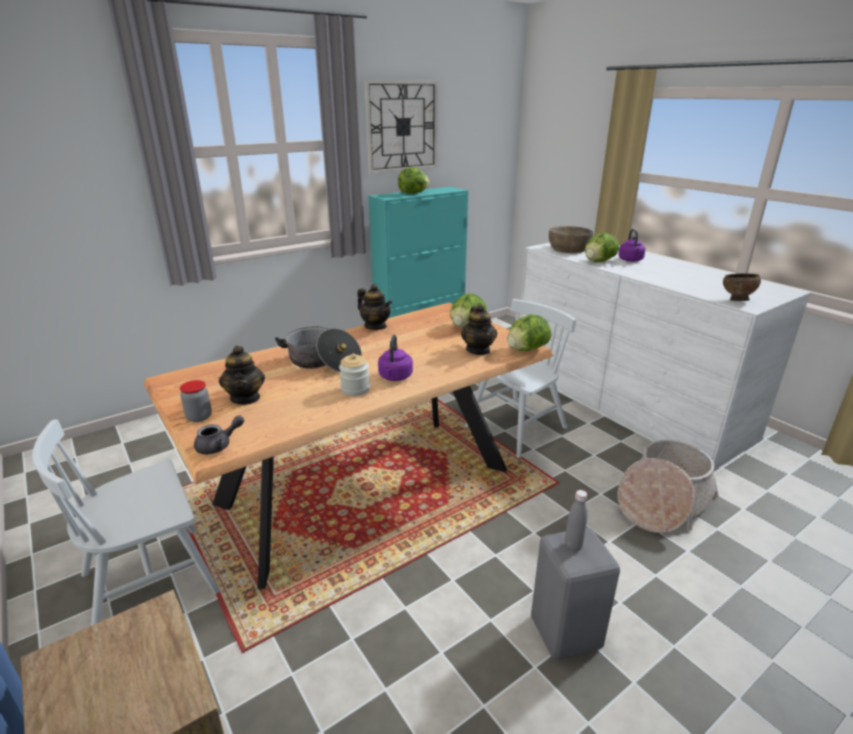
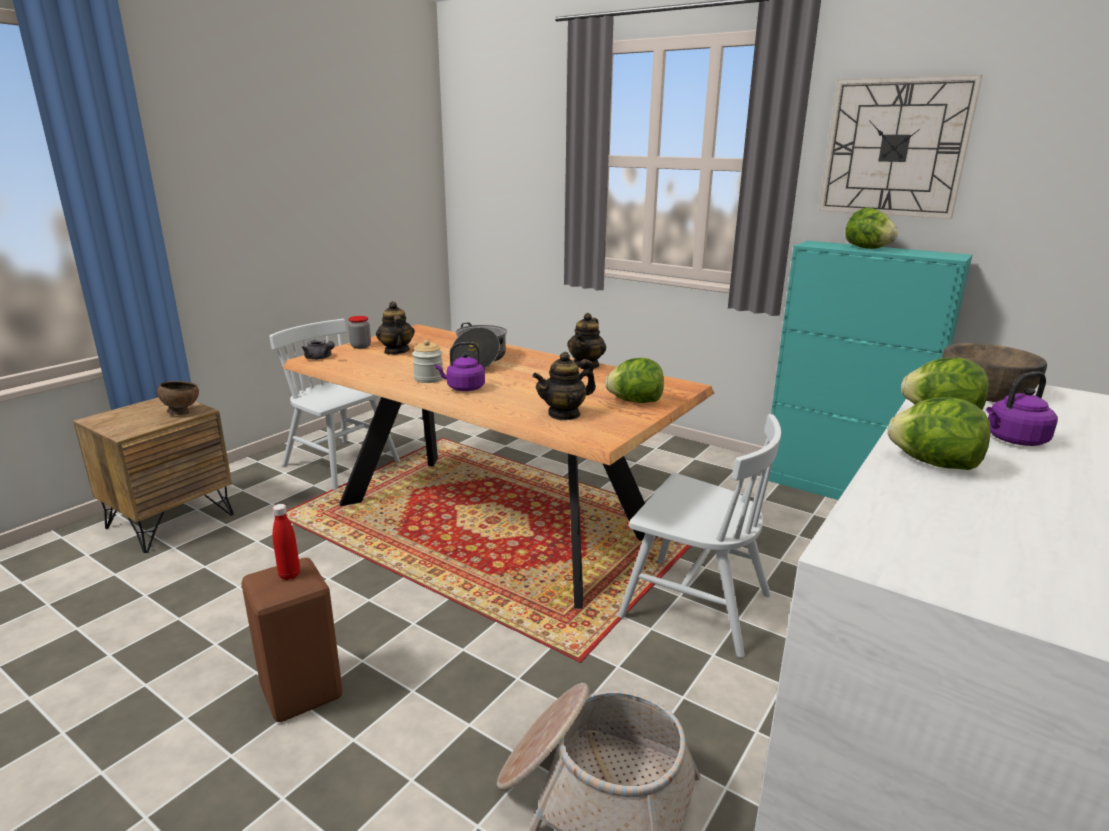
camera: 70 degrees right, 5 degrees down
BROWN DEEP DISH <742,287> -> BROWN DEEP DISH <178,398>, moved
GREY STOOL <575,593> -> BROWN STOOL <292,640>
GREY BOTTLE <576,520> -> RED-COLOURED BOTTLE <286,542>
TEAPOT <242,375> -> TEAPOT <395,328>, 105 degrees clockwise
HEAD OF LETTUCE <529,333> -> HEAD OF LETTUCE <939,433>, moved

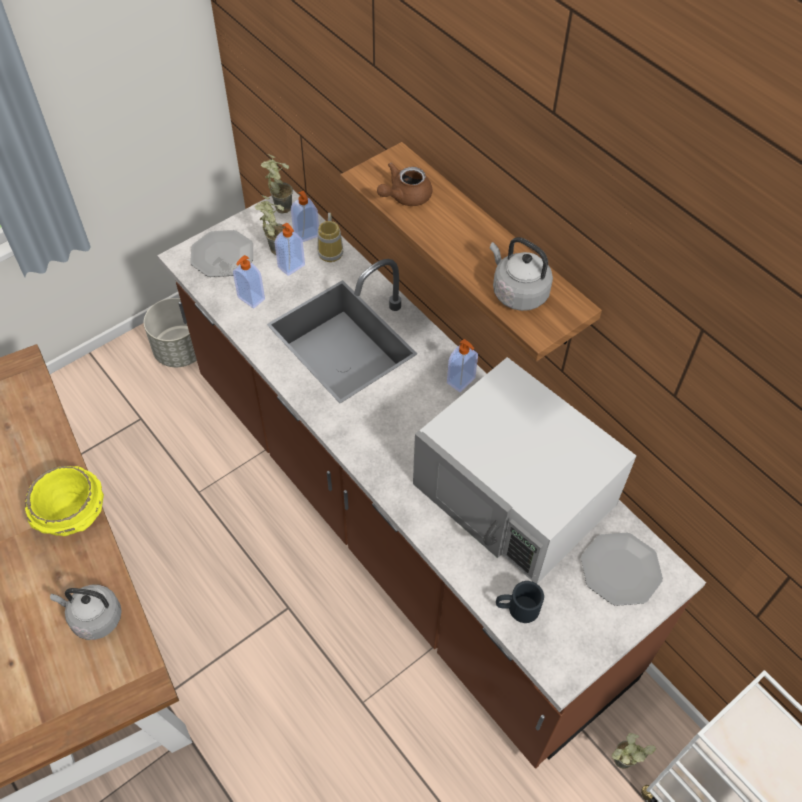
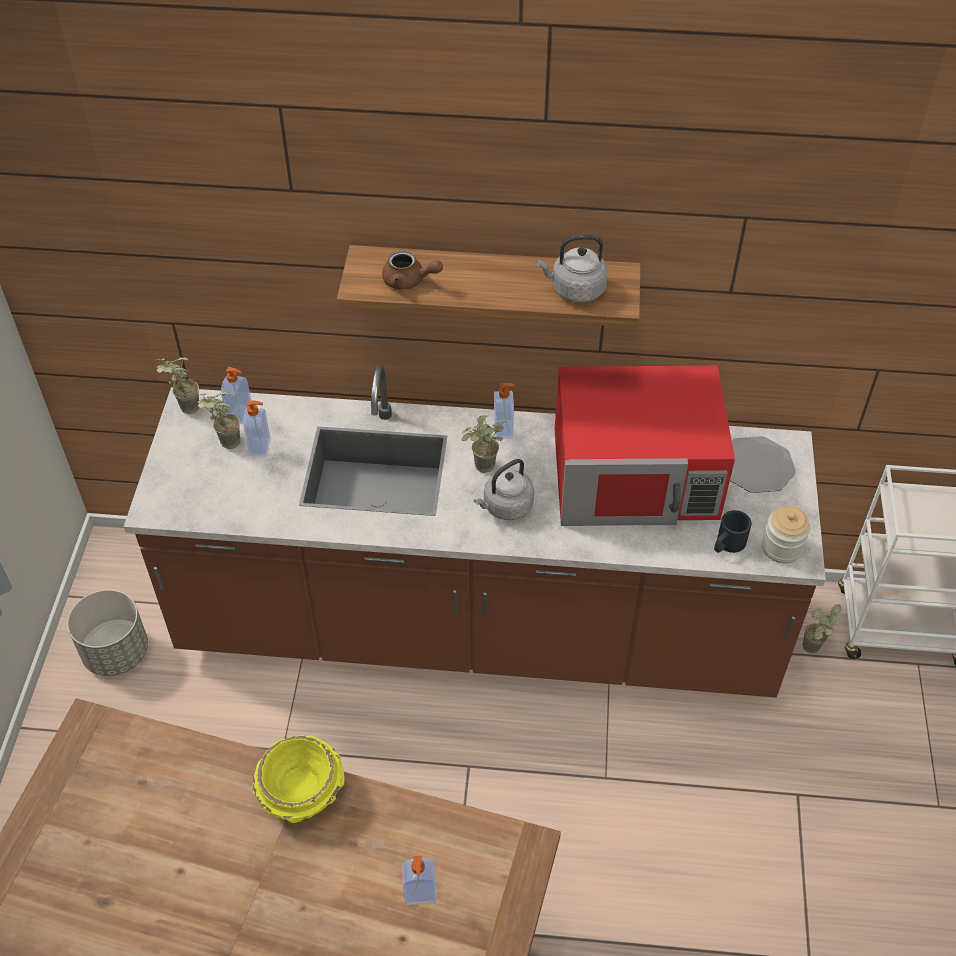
camera: 45 degrees left, 5 degrees down
BROWN TEAPOT <404,184> -> BROWN TEAPOT <412,270>, 75 degrees counterclockwise
SOAP BOTTLE <249,281> -> SOAP BOTTLE <419,880>, moved
none -> HOUSEPLANT <484,444>
GREY TEA KETTLE <86,612> -> GREY TEA KETTLE <504,489>, moved
WHITE-COLOURED MICROWAVE <524,470> -> RED-COLOURED MICROWAVE <645,446>
none -> PRESERVE JAR <786,535>
DINNER PLATE <221,253> -> none
COFFEE MUG <330,237> -> none

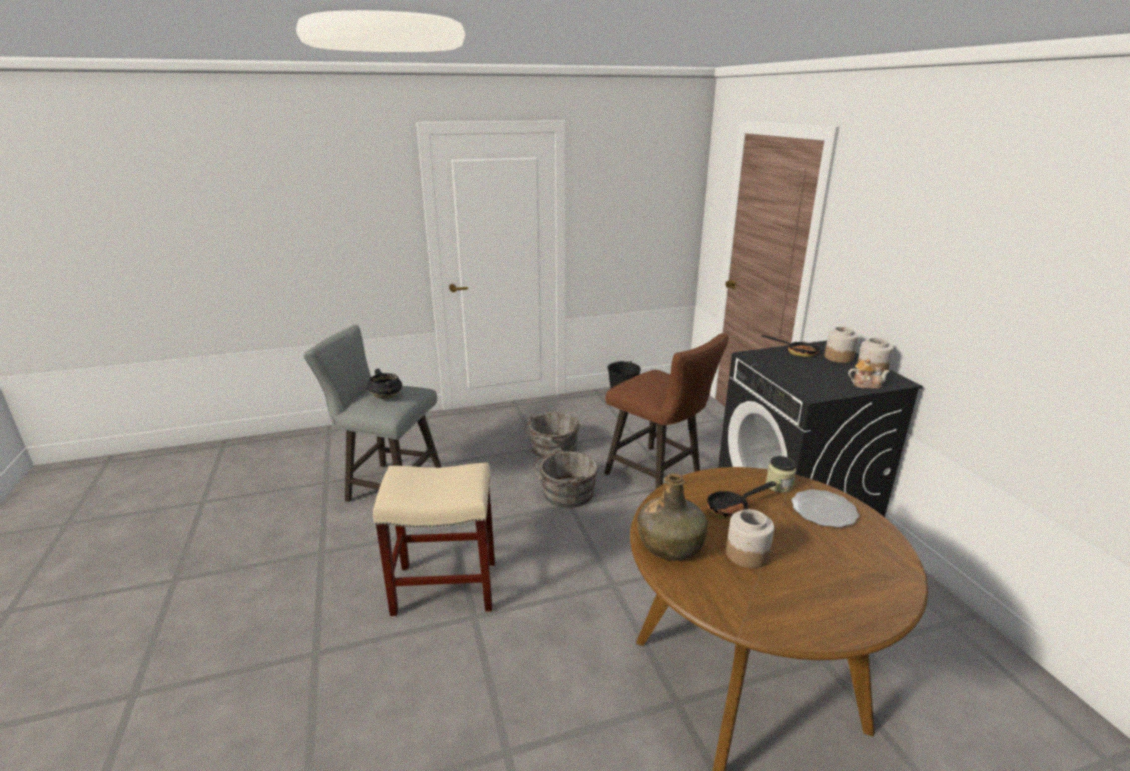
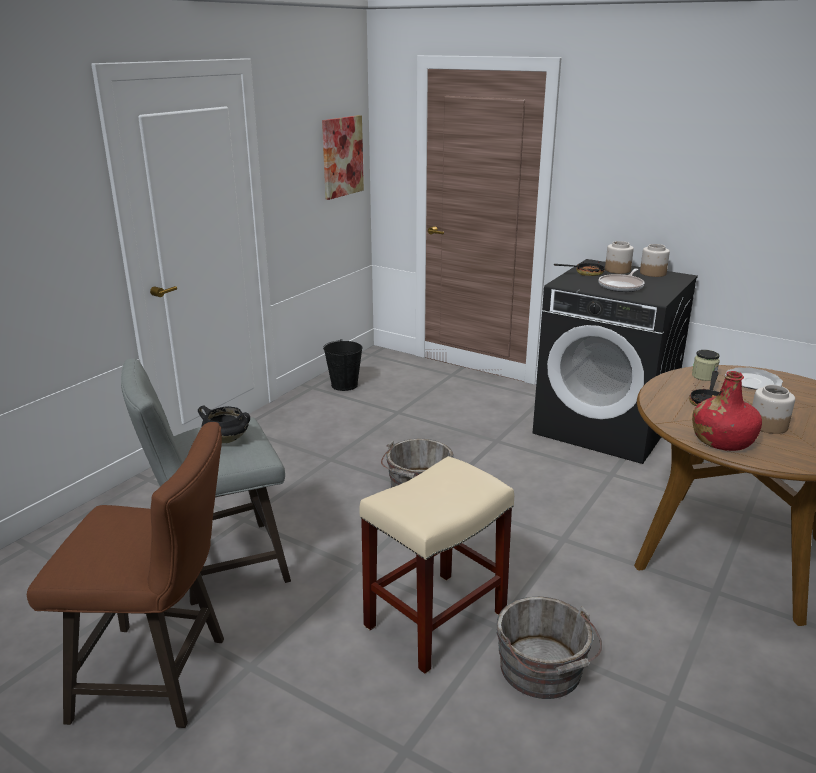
camera: 40 degrees left, 0 degrees up
BROWN STOOL <666,411> -> BROWN STOOL <125,575>, moved
none -> WALL ART <343,157>
GREY PAIL <552,435> -> GREY PAIL <549,648>, moved
none -> SKILLET <621,280>
GREENISH BOTTLE <672,516> -> RED-COLOURED BOTTLE <727,411>
TEAPOT <869,373> -> none

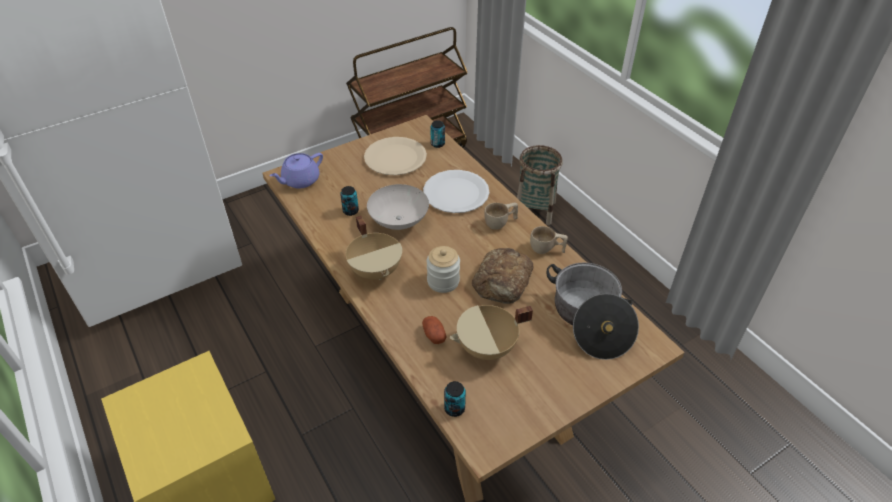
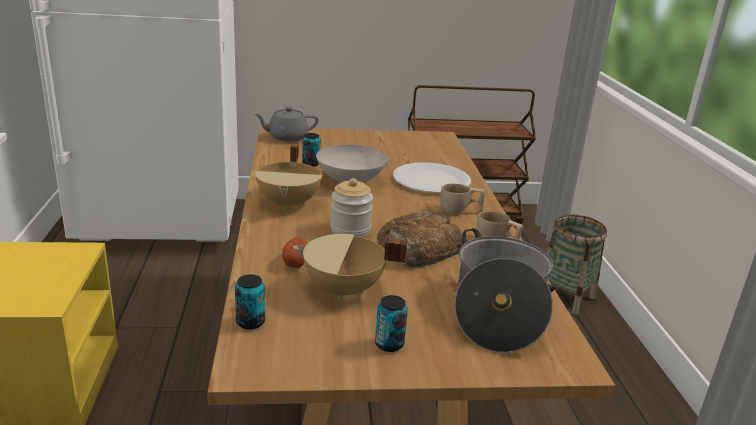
camera: 25 degrees right, 20 degrees down
PURPLE TEAPOT <296,171> -> GREY TEAPOT <286,124>
CAN <437,134> -> CAN <391,323>, moved
BEIGE DINNER PLATE <395,156> -> none

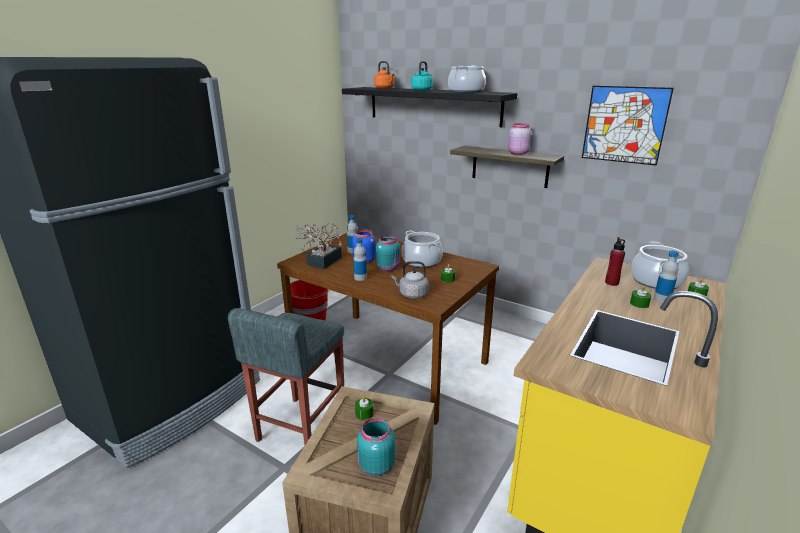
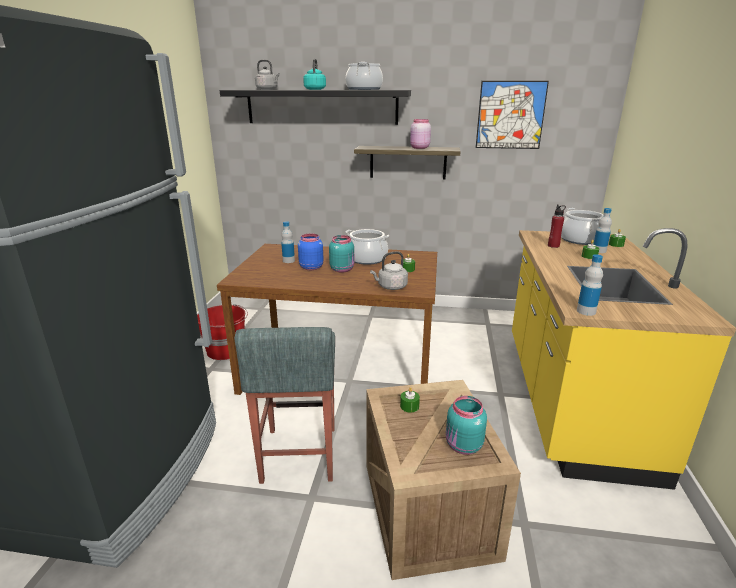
camera: 25 degrees left, 0 degrees up
ORANGE TEA KETTLE <384,75> -> GREY TEA KETTLE <267,75>
BOTTLE <360,259> -> BOTTLE <590,285>, moved
HOUSEPLANT <318,246> -> none

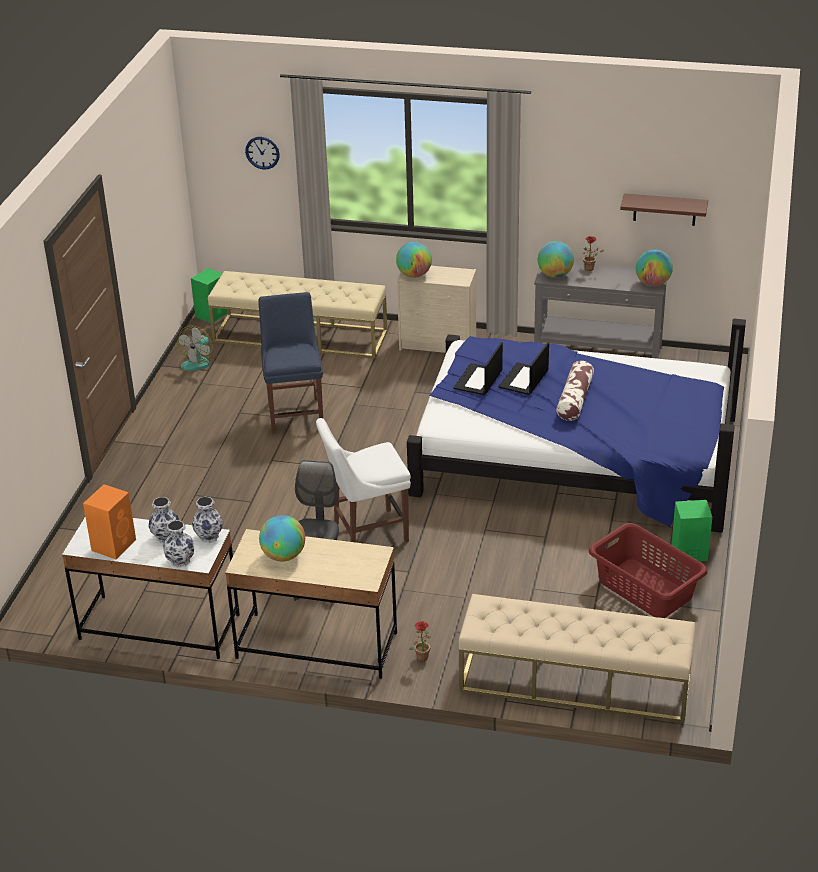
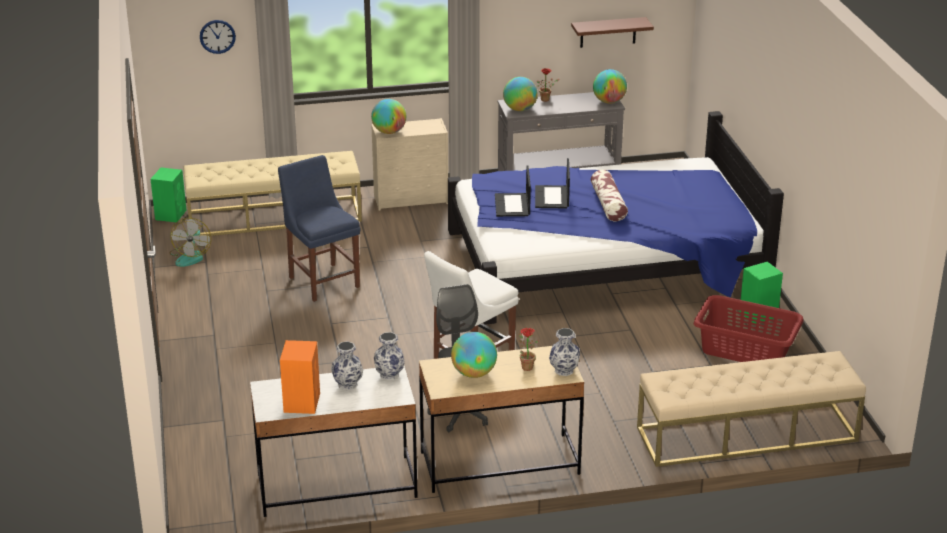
camera: 25 degrees left, 5 degrees down
HOUSEPLANT <420,641> -> HOUSEPLANT <528,349>, moved
DECORATIVE VASE <178,544> -> DECORATIVE VASE <564,352>, moved

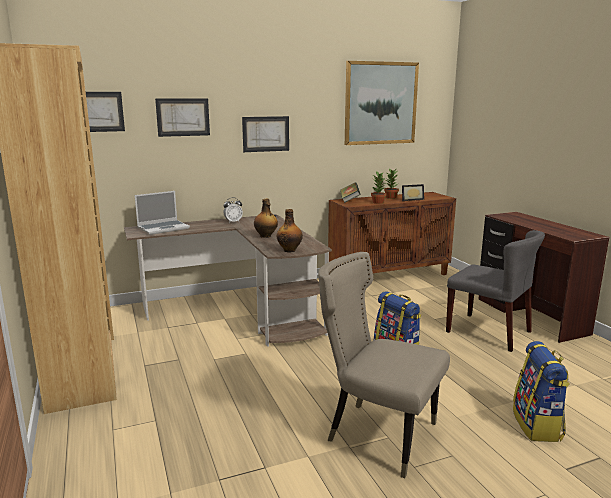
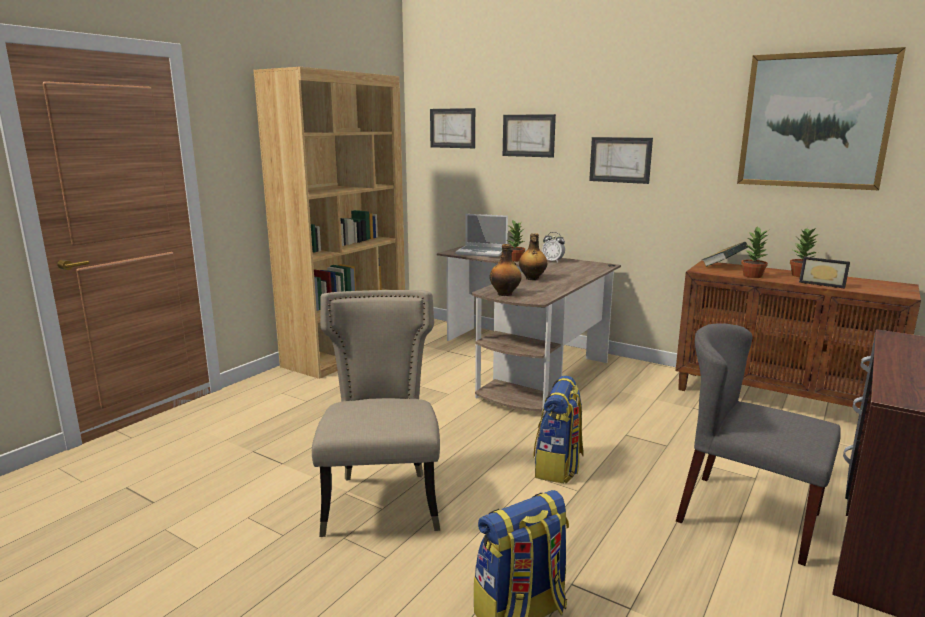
camera: 55 degrees right, 0 degrees up
none -> HOUSEPLANT <516,241>
GREY PLAIN CHAIR <495,291> -> GREY PLAIN CHAIR <758,444>, 120 degrees clockwise

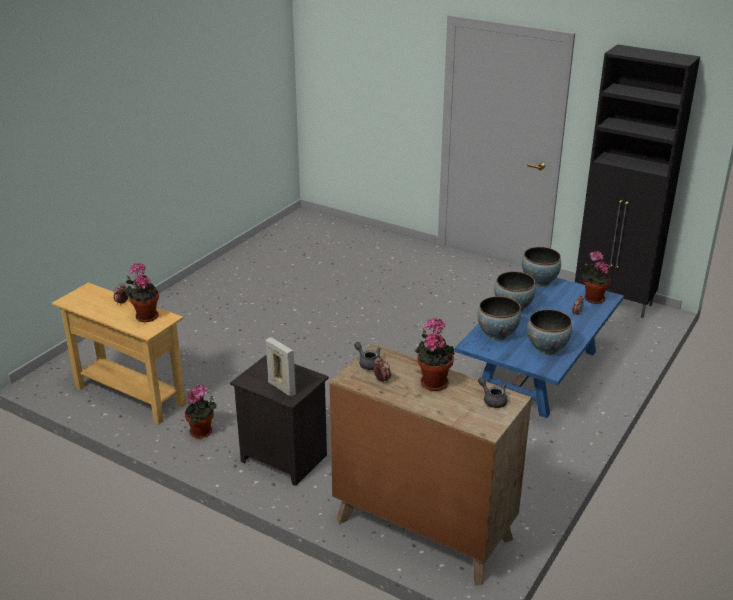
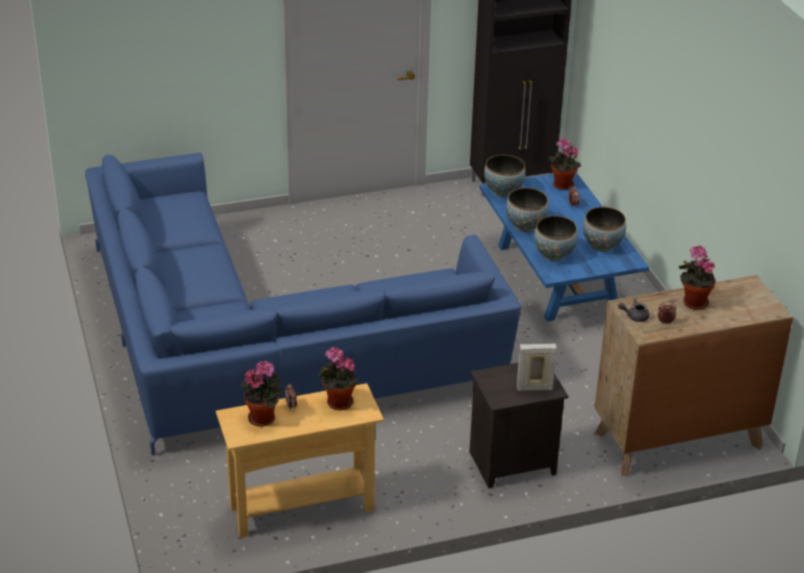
camera: 50 degrees left, 5 degrees up
none -> BLUE SETTEE <303,304>
HOUSEPLANT <201,411> -> HOUSEPLANT <262,394>, moved
GREY TEAPOT <492,392> -> none

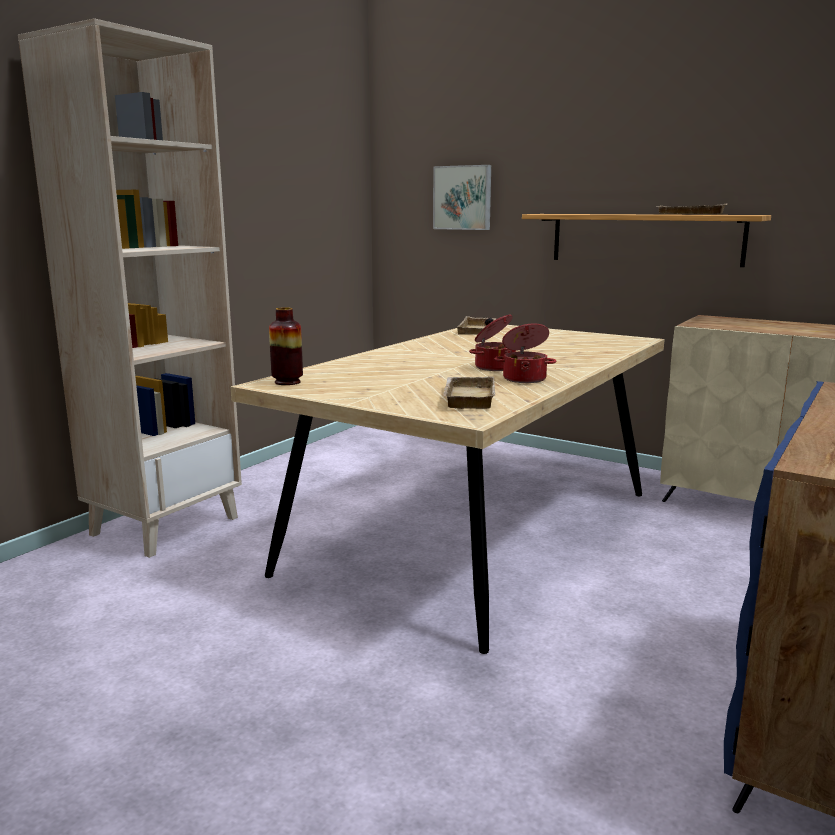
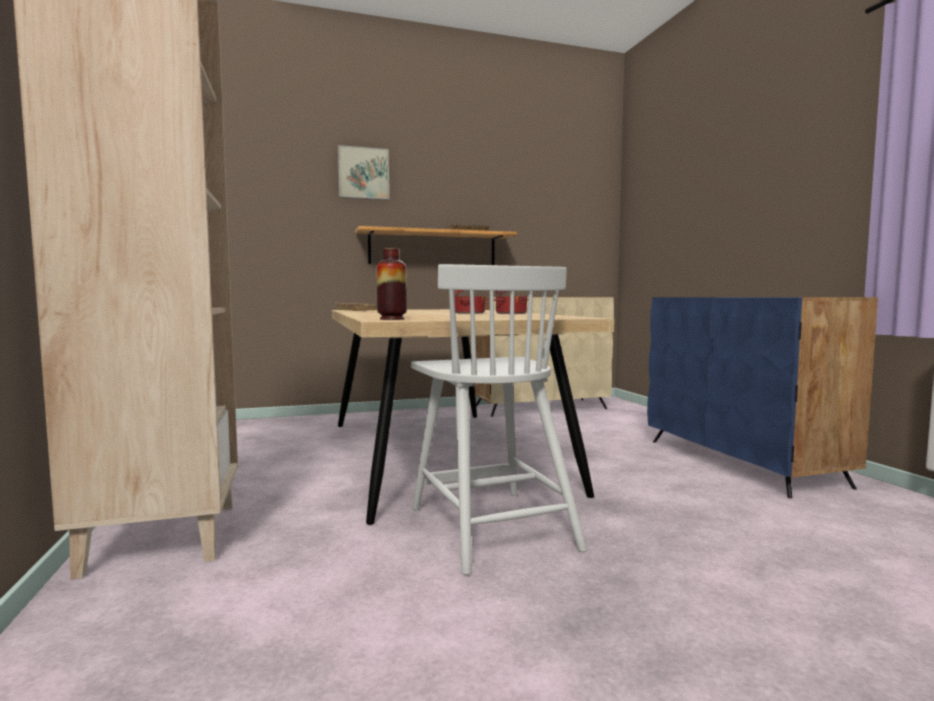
camera: 50 degrees left, 10 degrees down
WALL ART <462,197> -> WALL ART <363,172>, moved
none -> WHITE-COLOURED PLAIN CHAIR <499,419>
BEIGE SERVING TRAY <469,393> -> none

